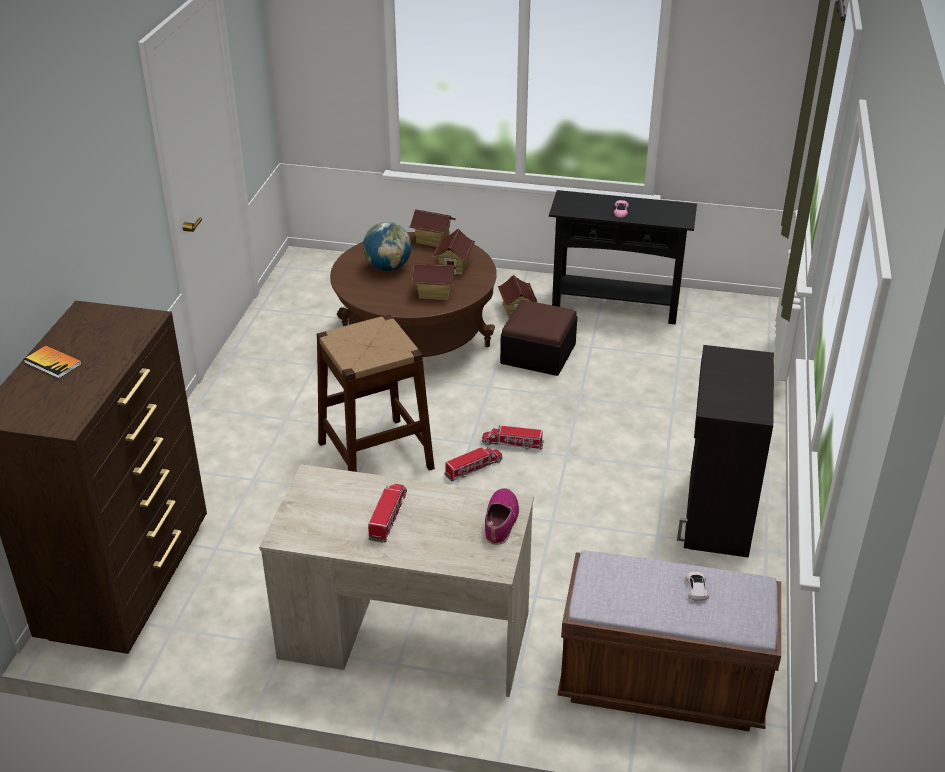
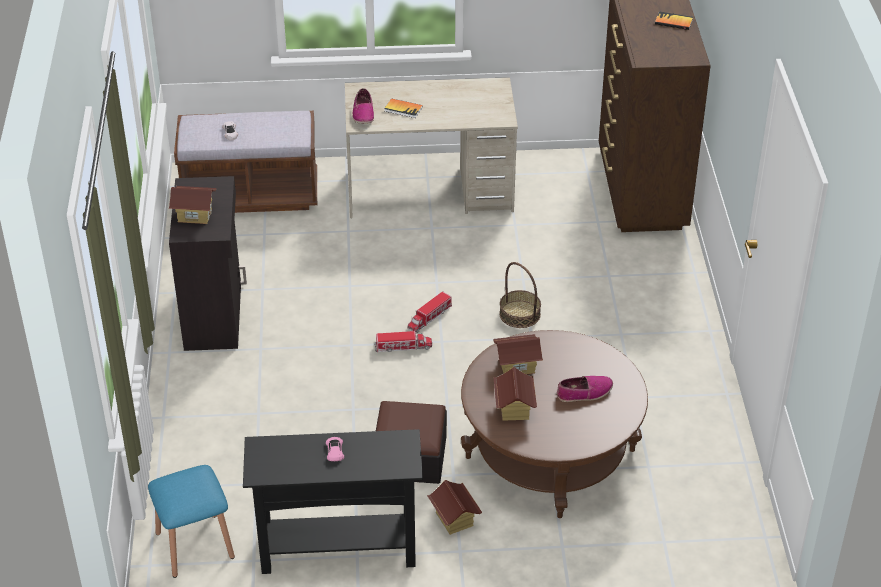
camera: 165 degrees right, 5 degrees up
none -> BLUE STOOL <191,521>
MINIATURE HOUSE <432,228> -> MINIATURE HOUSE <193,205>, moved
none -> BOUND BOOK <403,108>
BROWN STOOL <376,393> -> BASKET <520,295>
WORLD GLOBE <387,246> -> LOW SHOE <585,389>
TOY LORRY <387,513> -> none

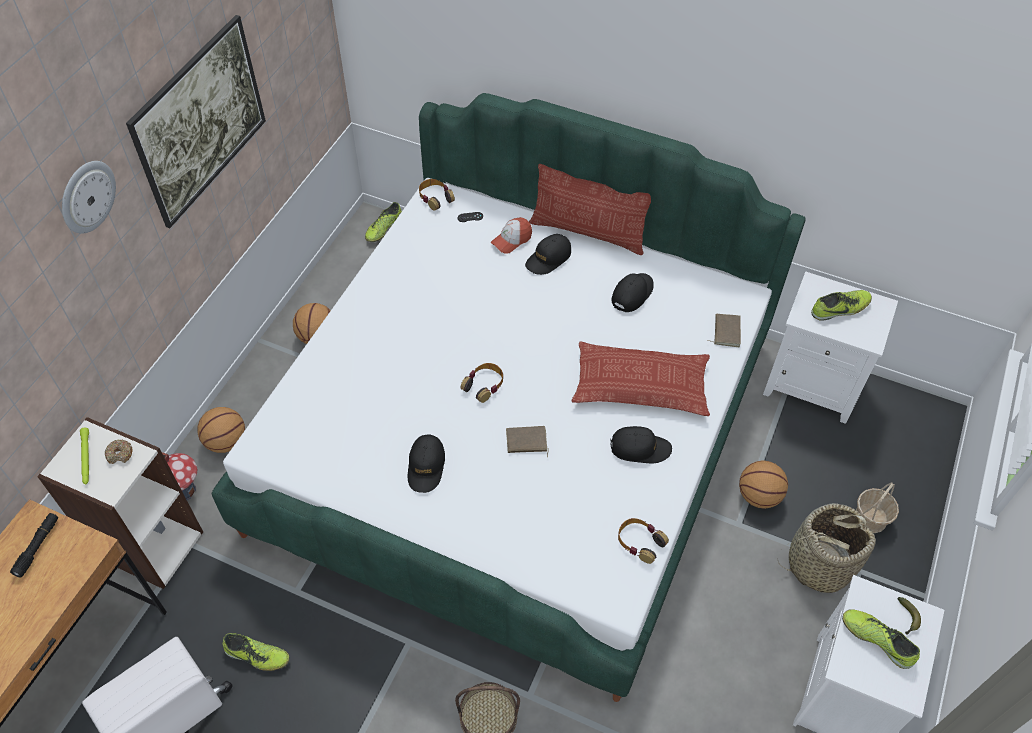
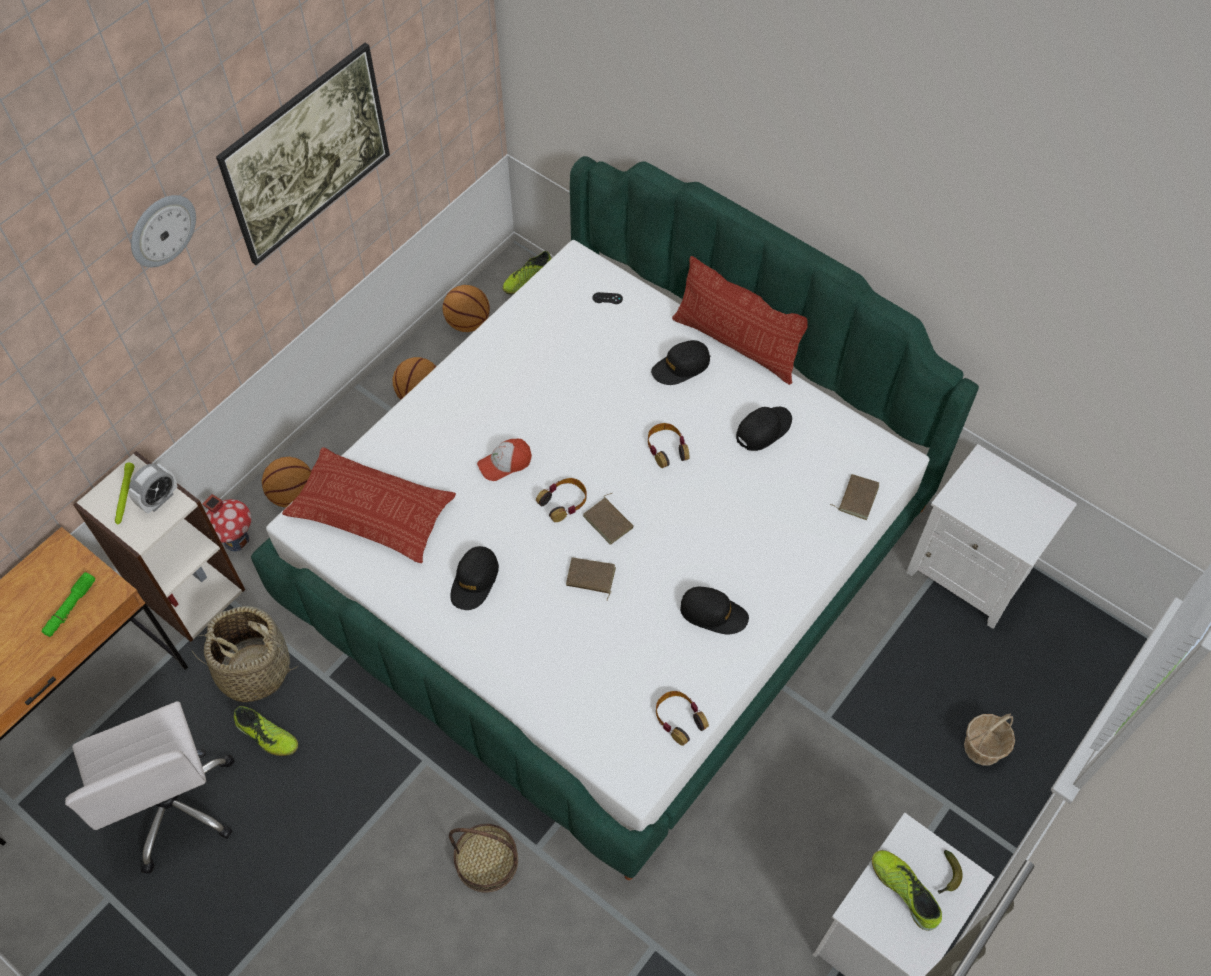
camera: 15 degrees right, 5 degrees up
none -> GREENISH TORCH <68,604>
DONUT <119,451> -> TABLE CLOCK <153,488>
BASKET <826,548> -> BASKET <245,654>, moved
CUSHION <640,378> -> CUSHION <369,505>, moved
BALL FOR BASKETBALL <763,484> -> BALL FOR BASKETBALL <466,308>, moved
CAP <511,235> -> CAP <504,460>, moved
none -> BROWN BOUND BOOK <608,519>
HEADSET <437,195> -> HEADSET <669,445>, moved
BLACKISH TORCH <34,545> -> none
LOW SHOE <841,305> -> none

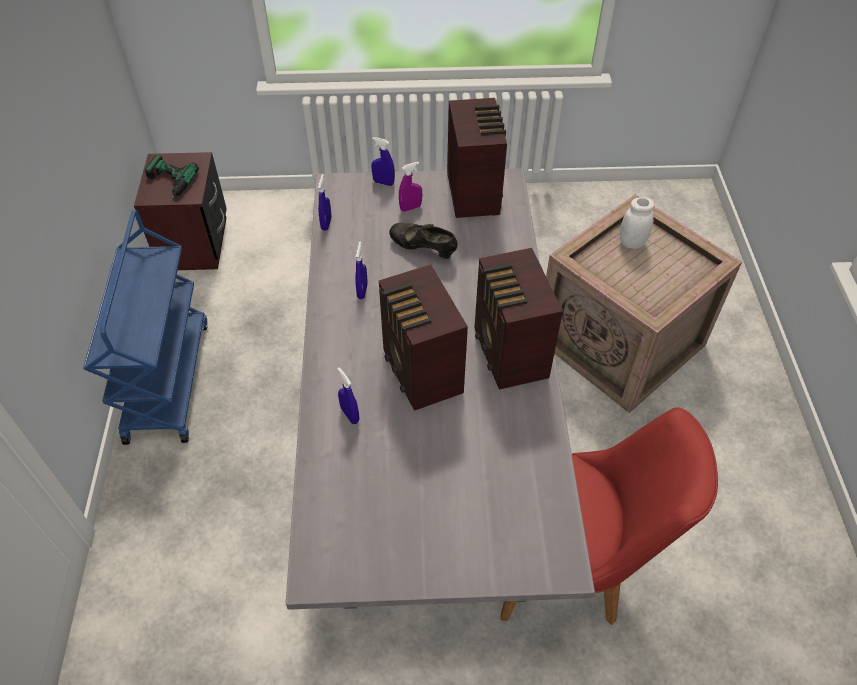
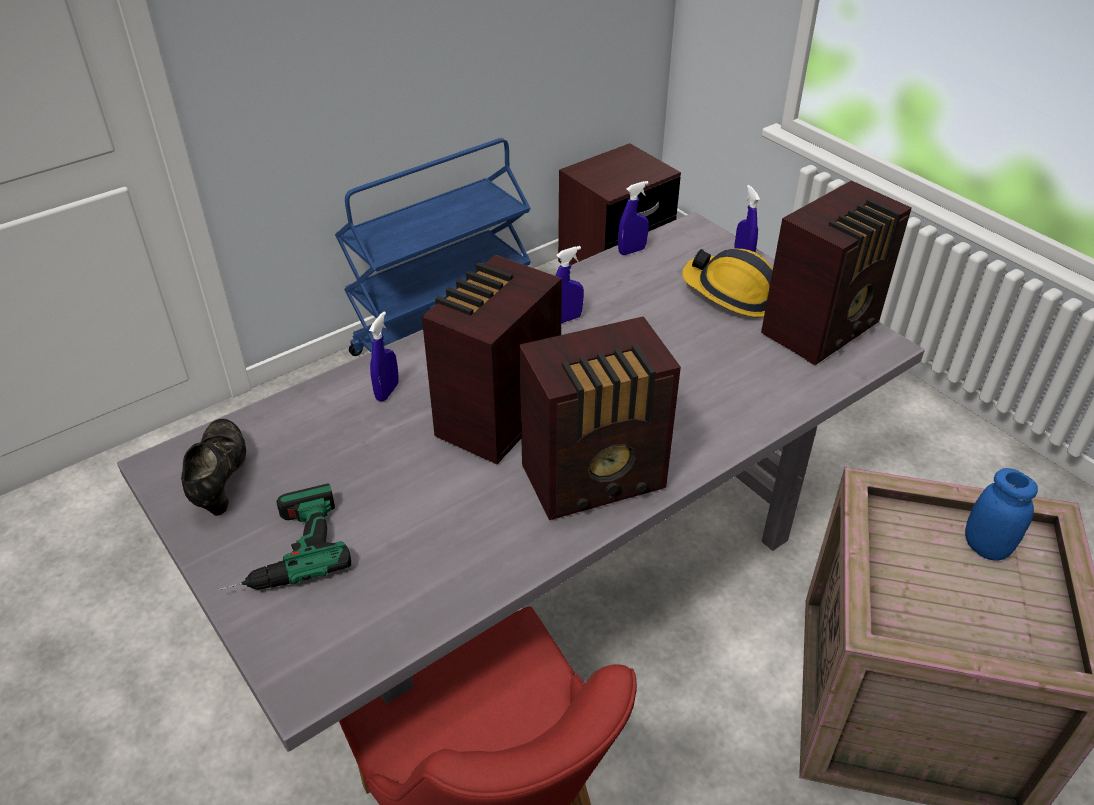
camera: 55 degrees right, 10 degrees down
BLACKISH LOW SHOE <423,241> -> BLACKISH LOW SHOE <213,467>, moved
DRILL <172,179> -> DRILL <285,536>, moved
RADIO <519,319> -> RADIO <600,418>, 150 degrees counterclockwise
PURPLE SPRAY BOTTLE <410,187> -> WORK HELMET <727,283>
WHITE-COLOURED PRESERVE JAR <637,223> -> BLUE PRESERVE JAR <1001,514>

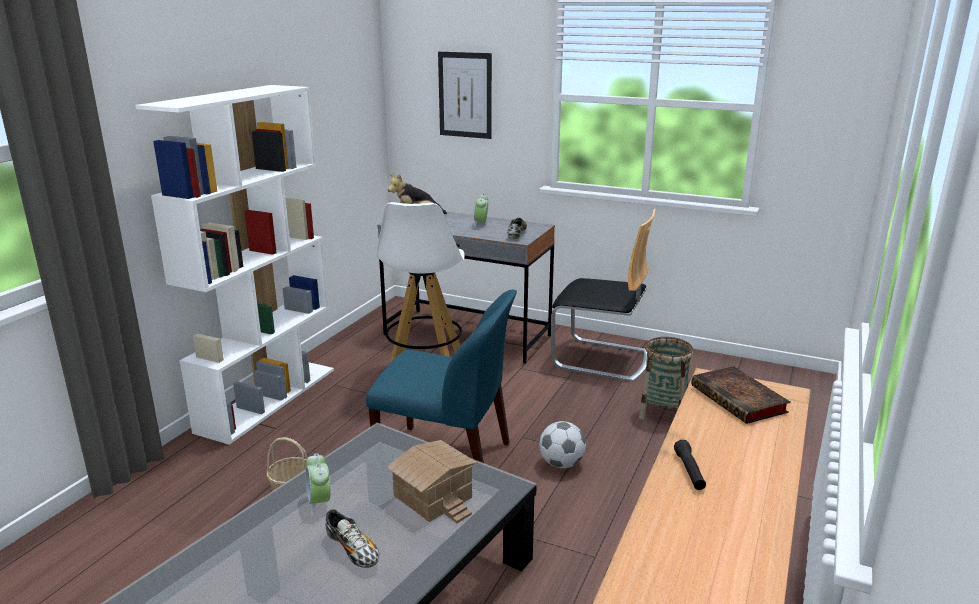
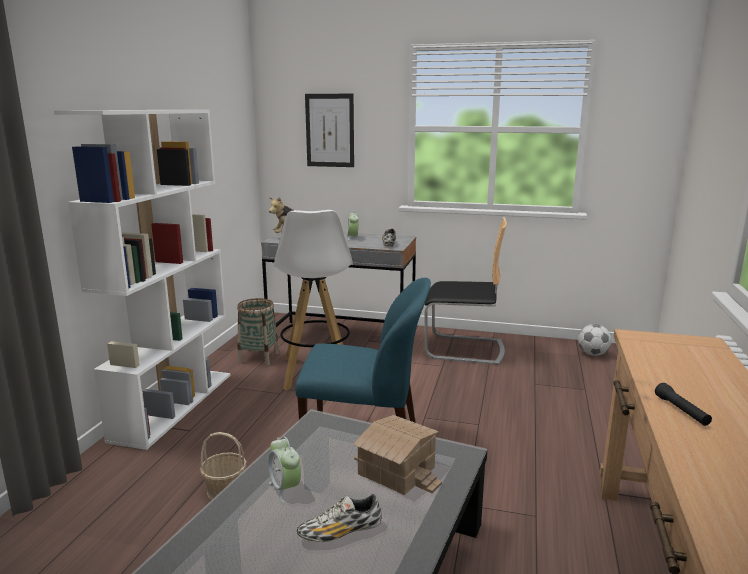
camera: 10 degrees left, 5 degrees down
BASKET <666,378> -> BASKET <258,332>, moved
LOW SHOE <353,538> -> LOW SHOE <339,518>, 120 degrees clockwise
FOOTBALL <562,444> -> FOOTBALL <595,340>, moved
BOUND BOOK <740,395> -> none

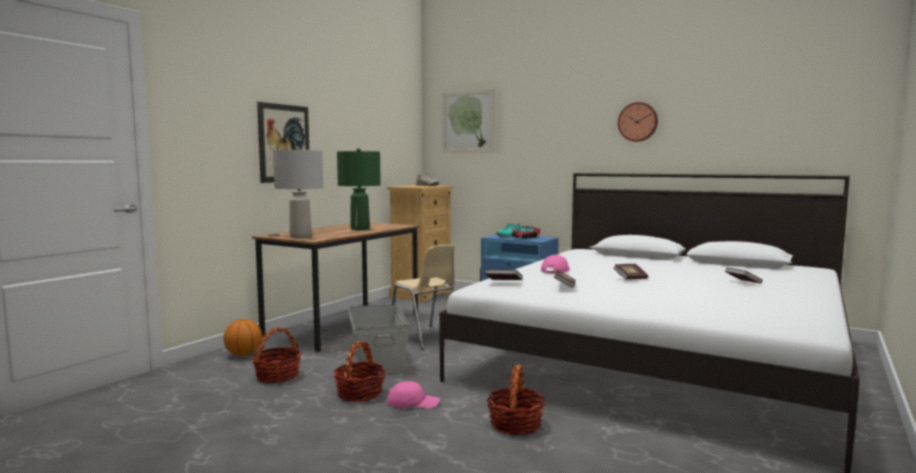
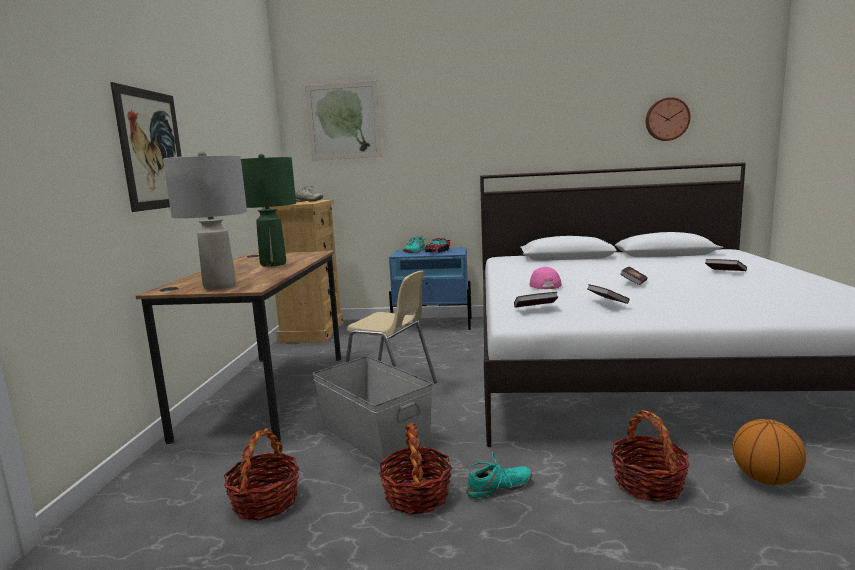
camera: 25 degrees left, 5 degrees up
PINK CAP <413,394> -> BLUE-GREEN LOW SHOE <499,476>
HANGING CLOCK <638,122> -> HANGING CLOCK <668,119>, moved
BALL FOR BASKETBALL <242,337> -> BALL FOR BASKETBALL <769,452>, moved

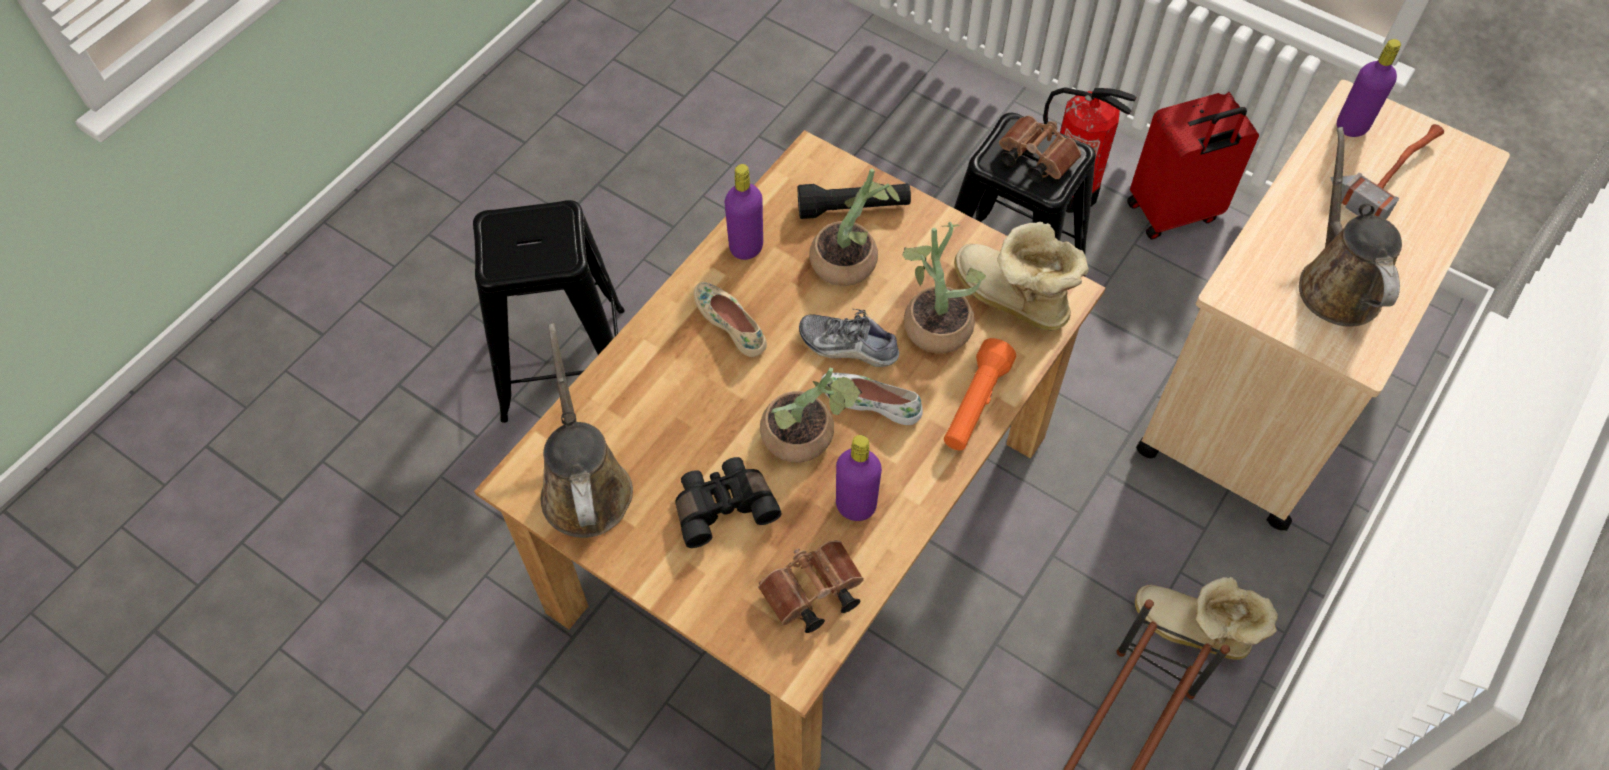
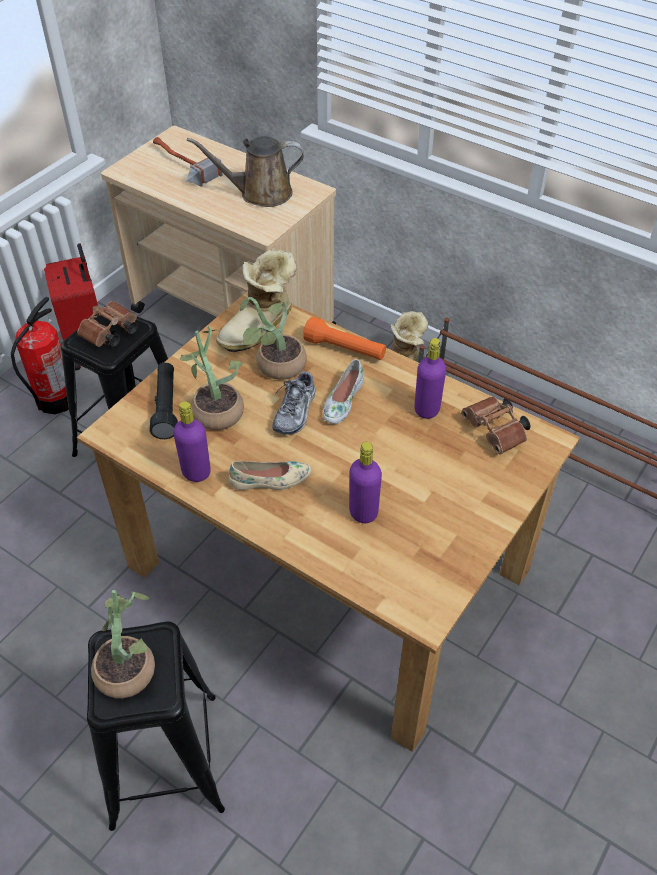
camera: 90 degrees left, 10 degrees down
HOUSEPLANT <811,415> -> HOUSEPLANT <123,644>, moved
BEIGE LOW SHOE <730,319> -> BEIGE LOW SHOE <270,475>, 150 degrees counterclockwise
PURPLE BOTTLE <1369,88> -> PURPLE BOTTLE <365,482>, moved
BROWN SPRINKLING CAN <587,430> -> none
BLACKISH PAIR OF BINOCULARS <728,502> -> none

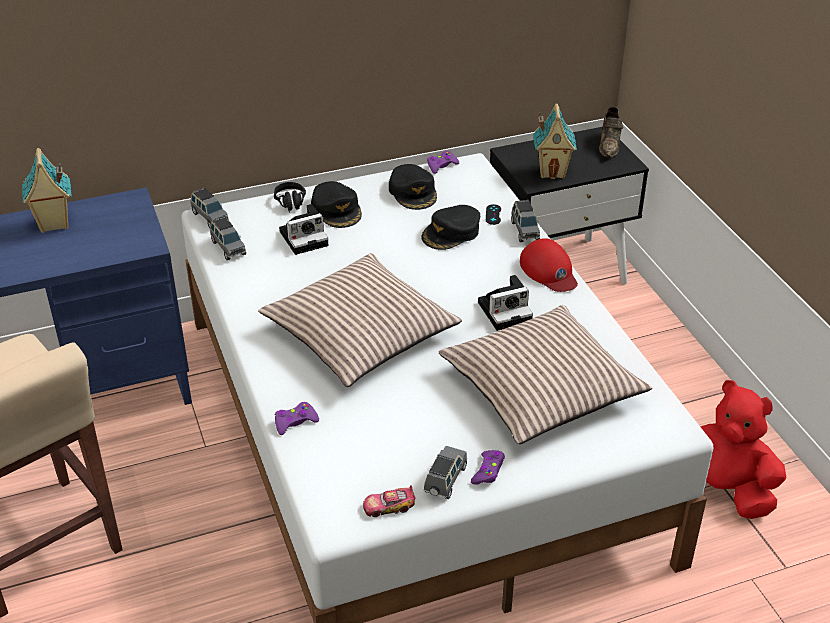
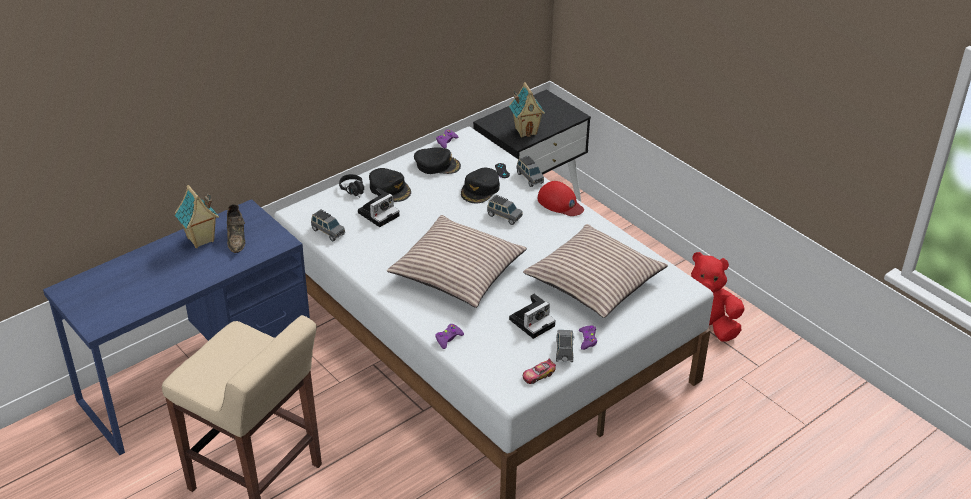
camera: 20 degrees left, 0 degrees up
BROWN LOW SHOE <611,132> -> BROWN LOW SHOE <236,228>, moved
BLACKISH CAP <413,187> -> BLACKISH CAP <437,160>, 45 degrees counterclockwise
GREY MODEL CAR <210,207> -> GREY MODEL CAR <505,210>, moved
STILL CAMERA <505,303> -> STILL CAMERA <532,316>, moved

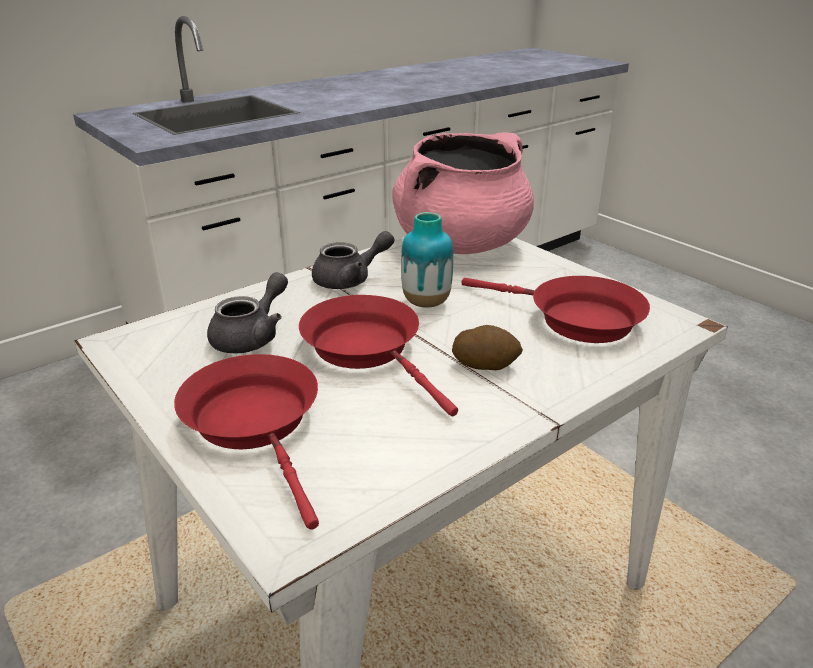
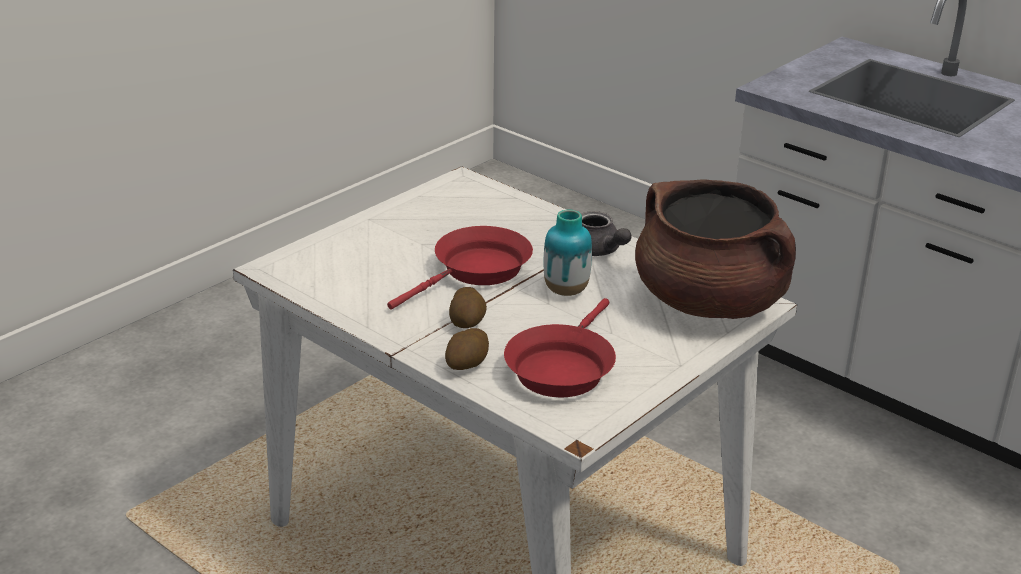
camera: 80 degrees right, 0 degrees up
none -> POTATO <467,349>
PINK COOKING POT <463,193> -> BROWN COOKING POT <715,249>
RED-COLOURED SKILLET <246,442> -> none
GREY TEAPOT <247,312> -> none

